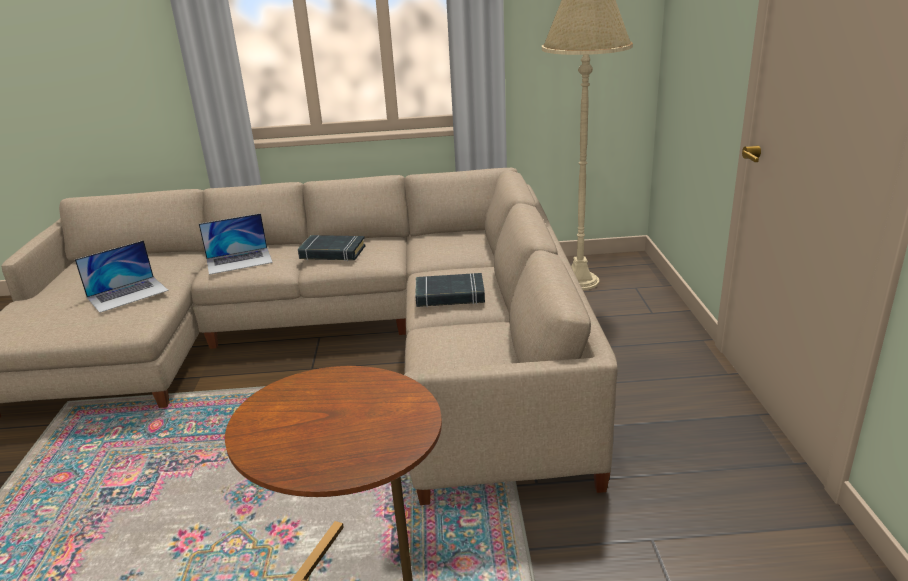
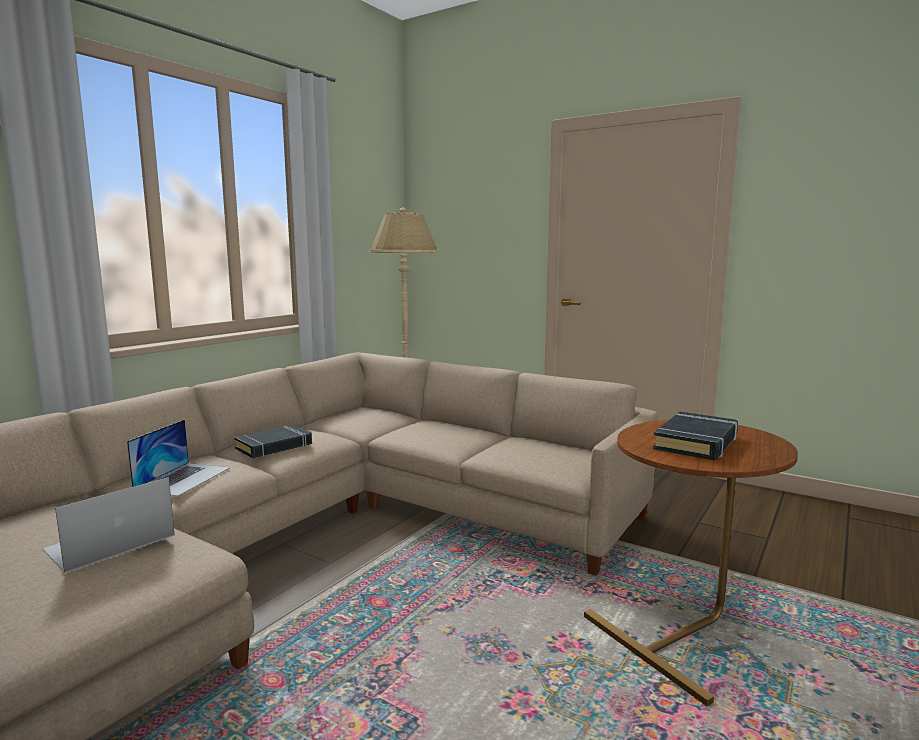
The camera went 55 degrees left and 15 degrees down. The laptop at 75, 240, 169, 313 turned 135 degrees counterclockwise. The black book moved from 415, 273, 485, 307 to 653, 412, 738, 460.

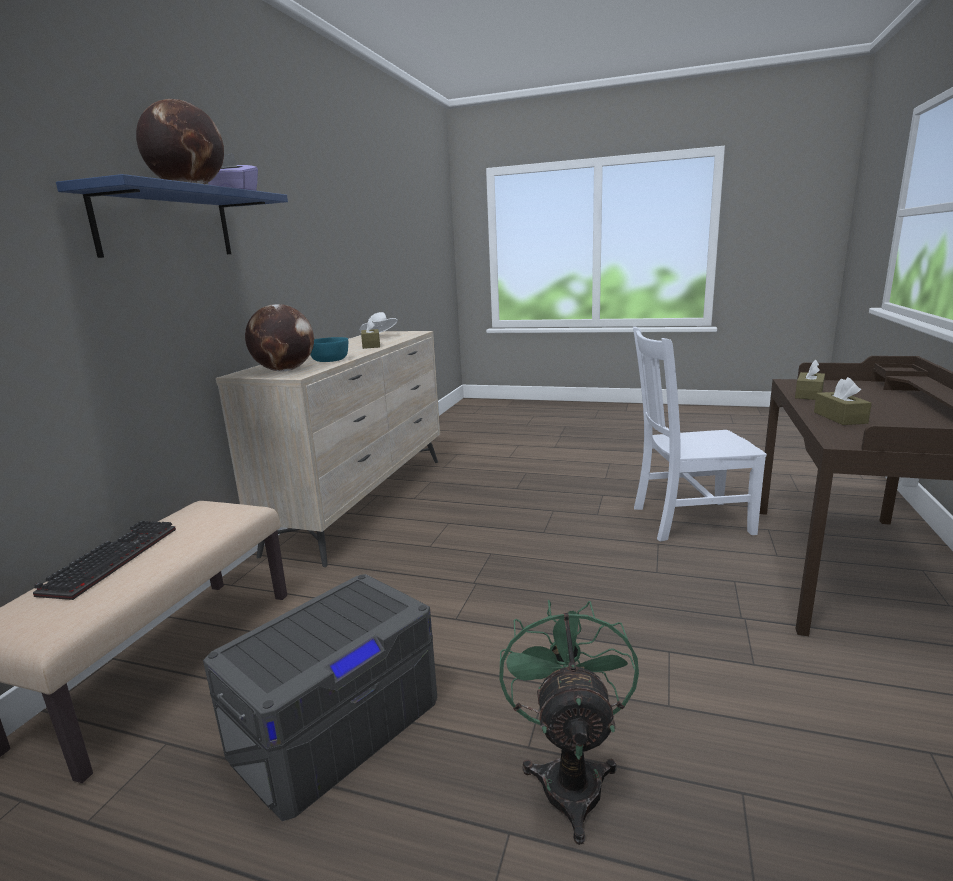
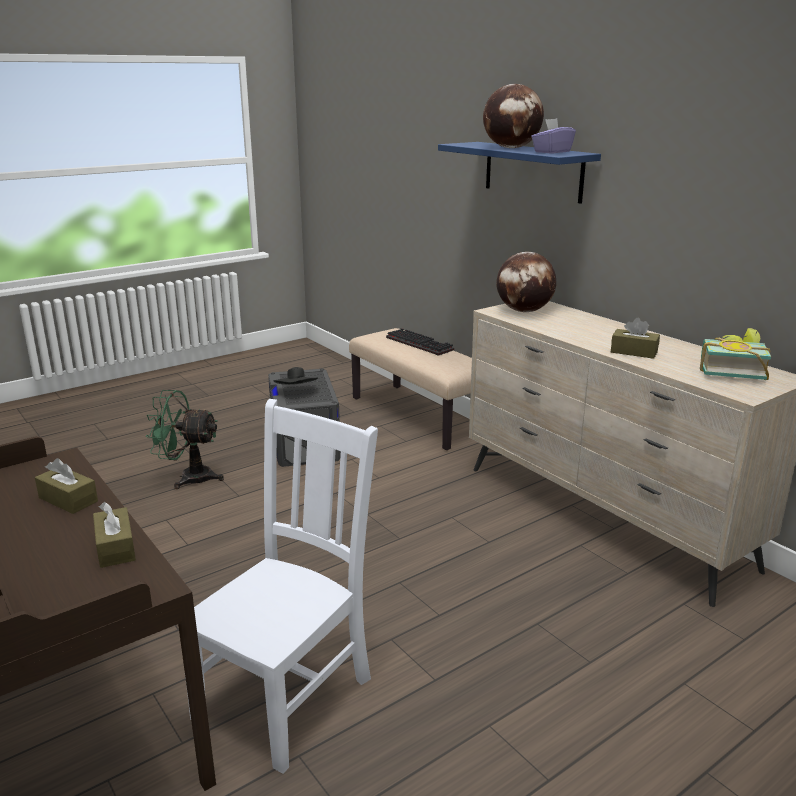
The camera went 125 degrees right and 5 degrees up. The white hat at 359, 312, 398, 333 was replaced by the book at 700, 328, 771, 380. The turquoise bowl at 310, 337, 348, 362 disappeared. The green fan at 499, 600, 639, 845 turned 150 degrees clockwise. The black hat at 273, 367, 318, 385 appeared.

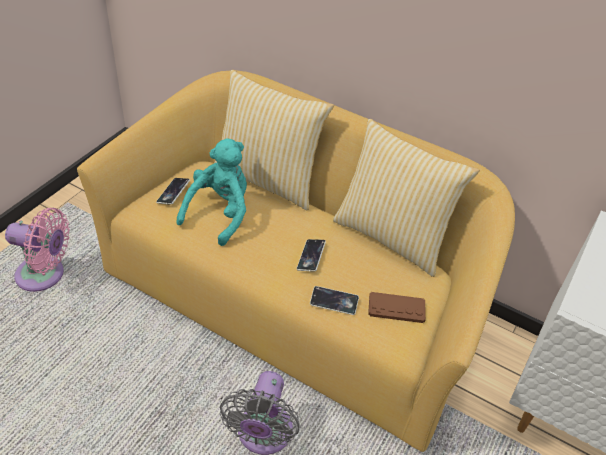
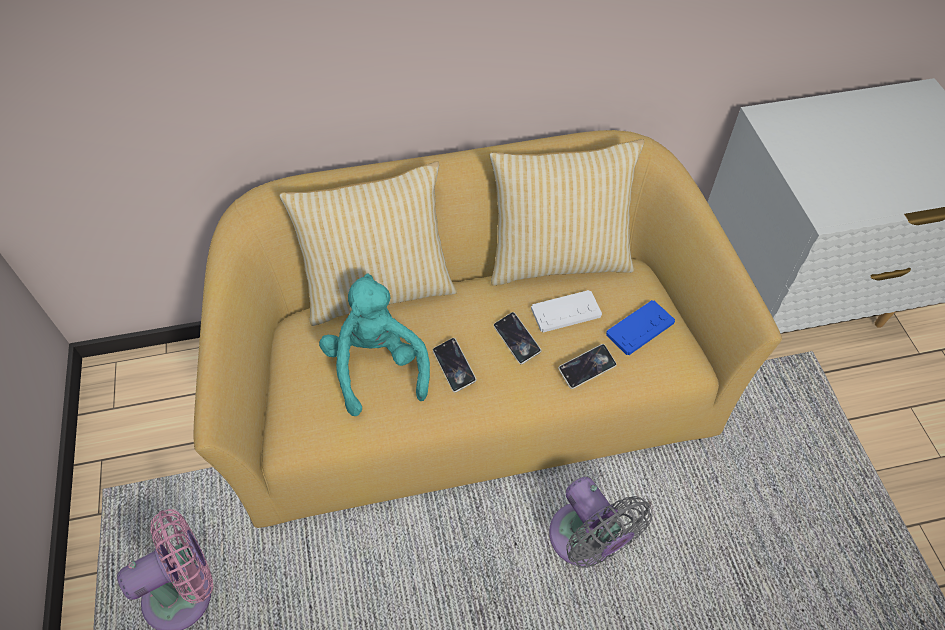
The camera went 40 degrees left and 10 degrees up. The phone moved from 156, 178, 190, 205 to 433, 338, 477, 393. The brown game controller at 368, 292, 426, 323 became the blue game controller at 606, 300, 675, 355. The white game controller at 531, 290, 602, 332 appeared.

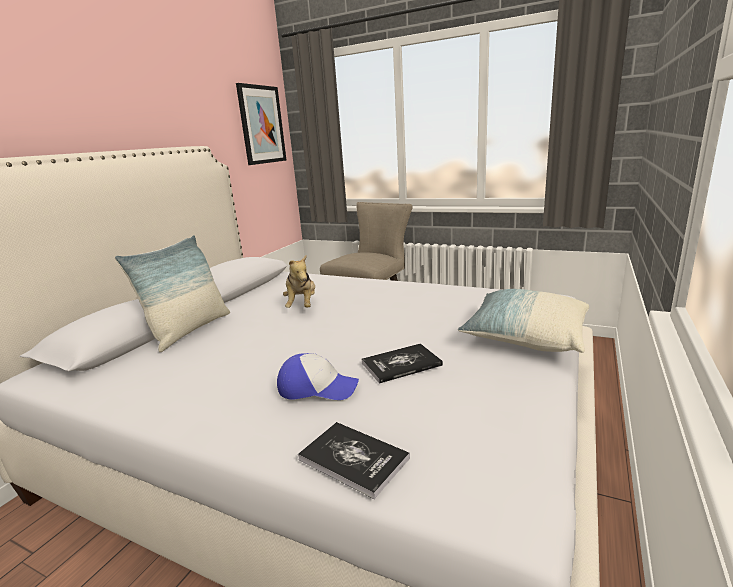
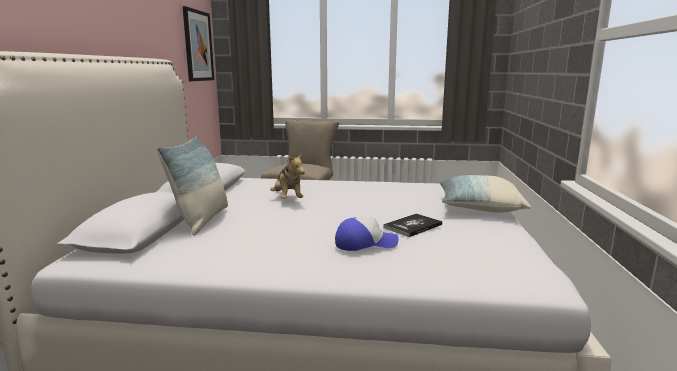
The camera went 20 degrees left and 5 degrees down. The book at 298, 422, 410, 499 disappeared.

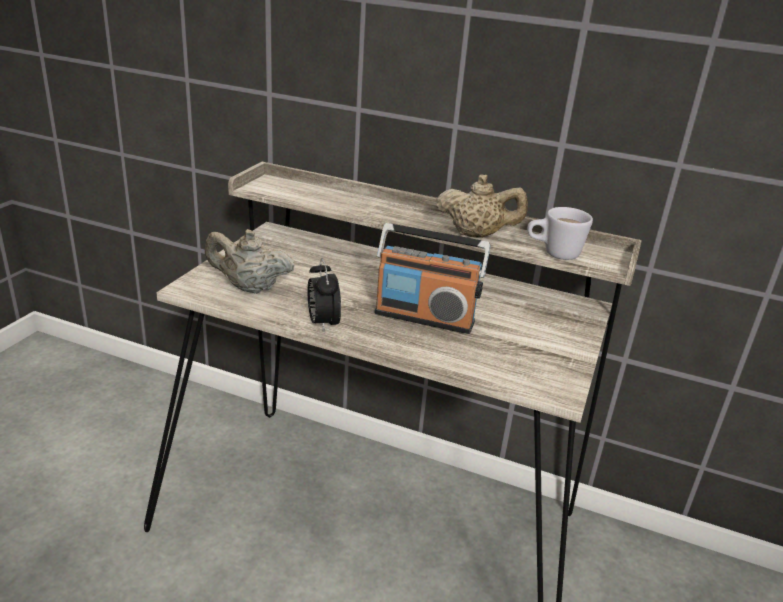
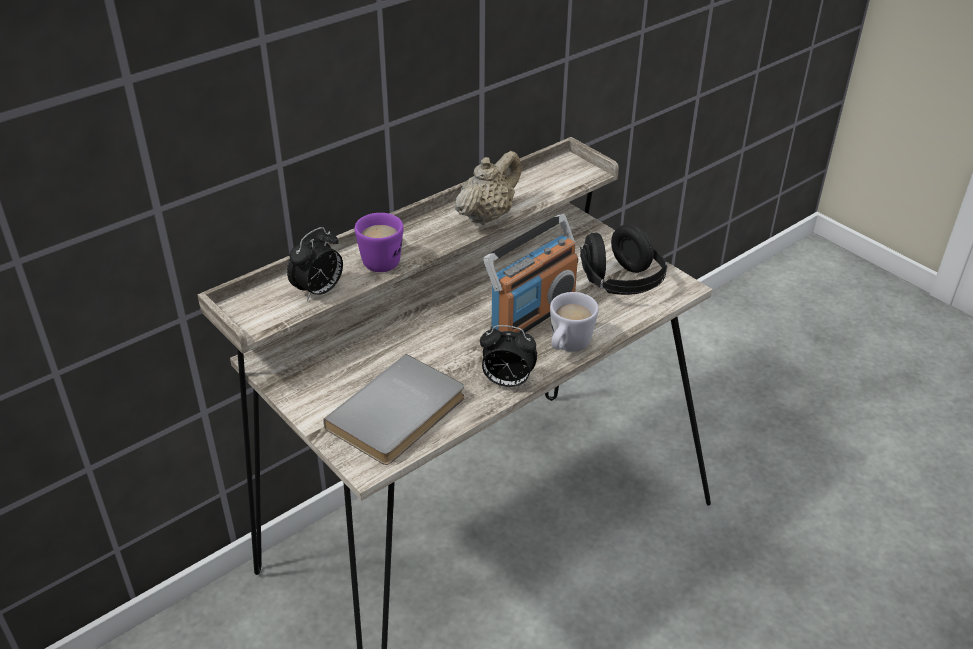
The camera went 60 degrees left and 10 degrees up. The white mug moved from 527, 207, 593, 260 to 550, 292, 599, 352. The beige teapot at 205, 229, 294, 294 was replaced by the grey book at 323, 354, 464, 465. The purple mug at 355, 213, 404, 272 appeared. The black headphones at 580, 224, 668, 295 appeared. The alarm clock at 287, 227, 343, 301 appeared.

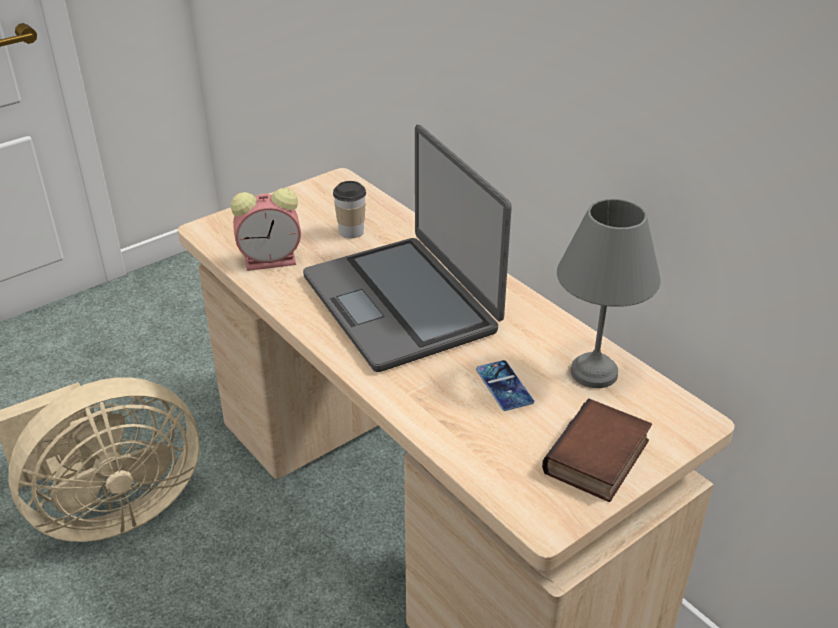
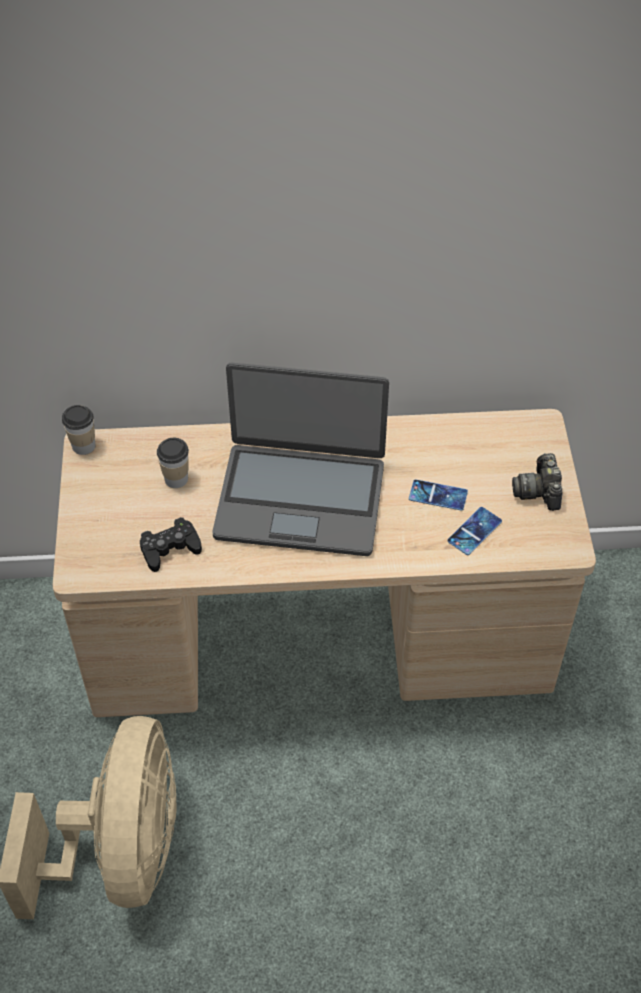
The camera went 55 degrees left and 15 degrees up. The alarm clock at 231, 188, 301, 271 was replaced by the black game controller at 140, 517, 202, 572. The grey table lamp at 557, 199, 661, 388 disappeared. The book at 542, 398, 652, 502 was replaced by the photo camera at 512, 453, 562, 511. The cup at 62, 405, 96, 455 appeared. The phone at 447, 507, 502, 555 appeared.

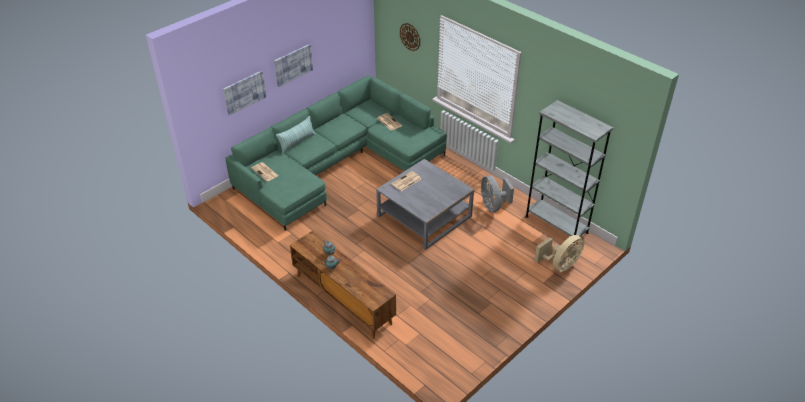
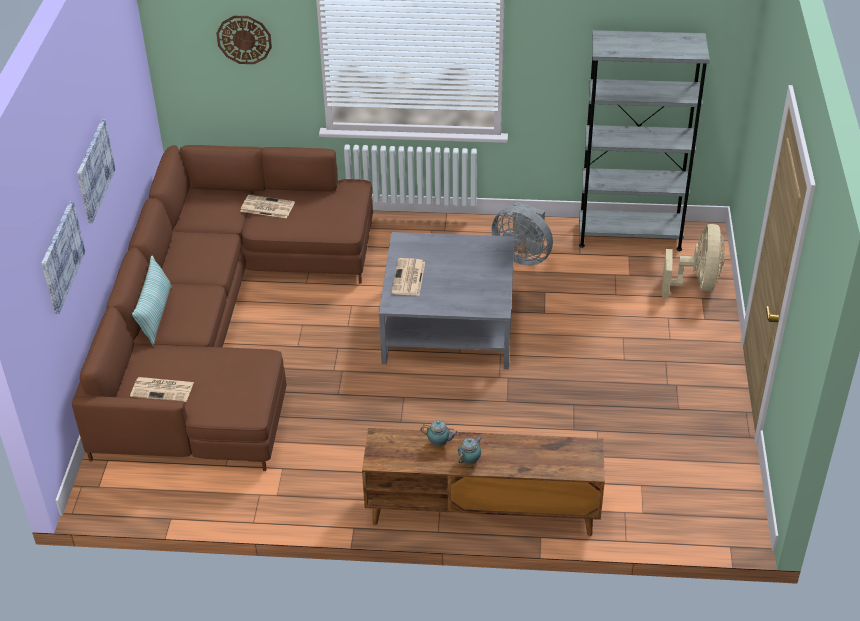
The camera went 40 degrees left and 0 degrees up. The green sofa at 225, 76, 447, 231 became the brown sofa at 72, 145, 373, 471.

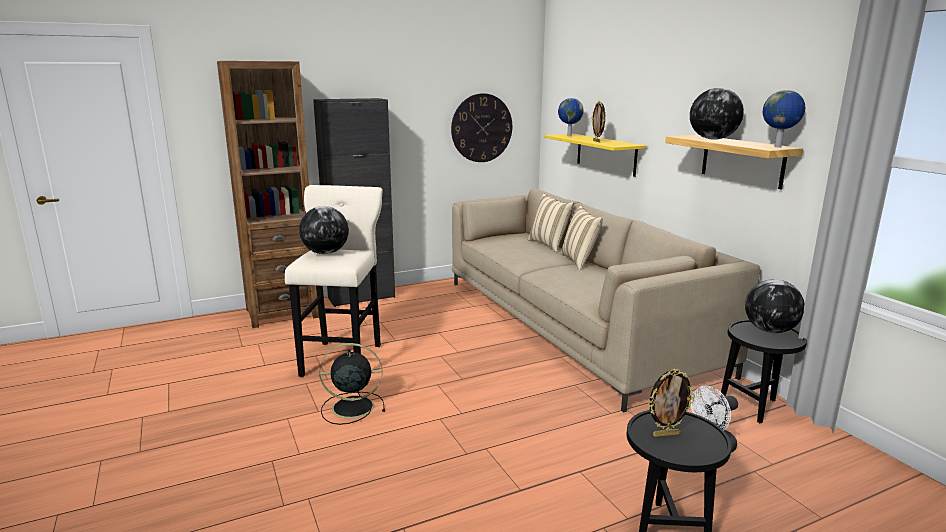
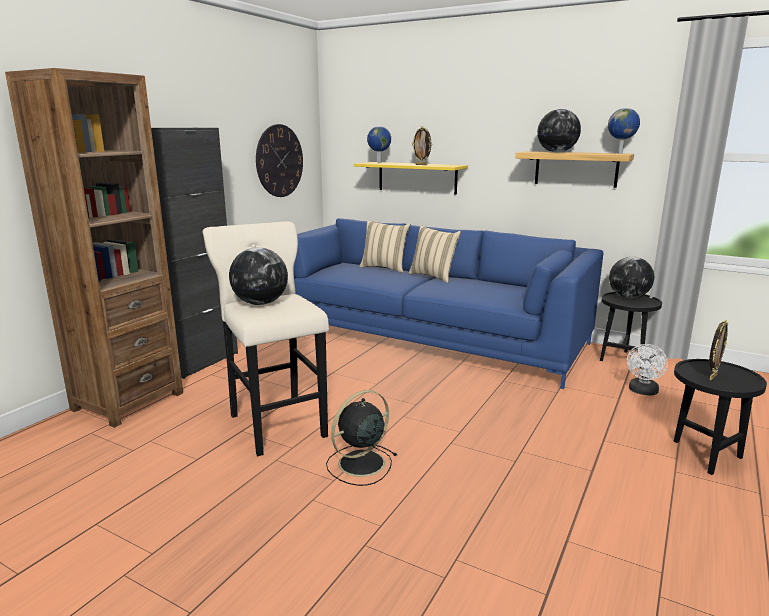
The camera went 35 degrees left and 0 degrees up. The beige sofa at 452, 188, 761, 413 became the blue sofa at 294, 218, 603, 389.

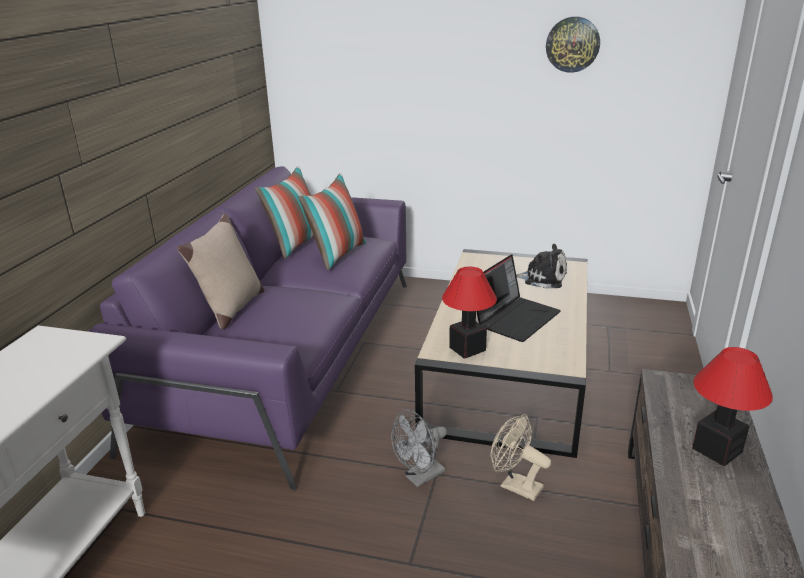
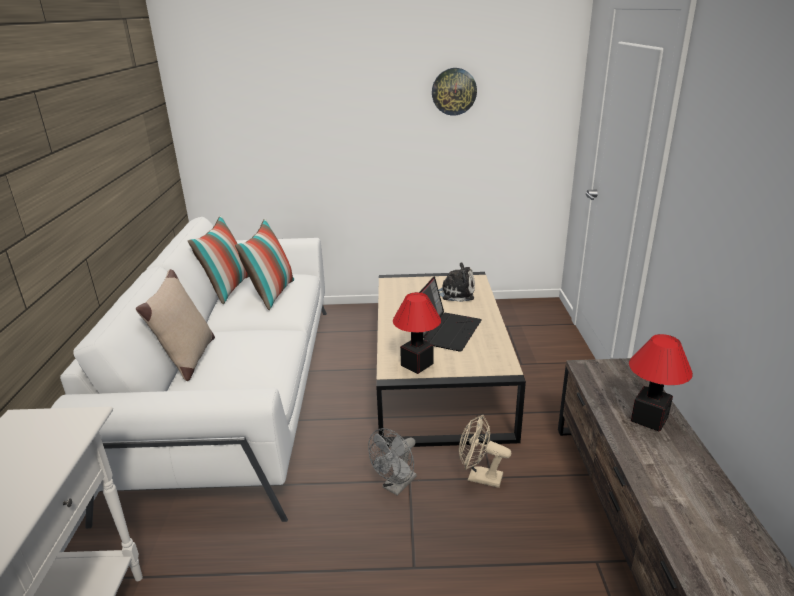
The camera went 15 degrees left and 0 degrees up. The purple sofa at 87, 166, 407, 490 became the white sofa at 51, 217, 327, 528.

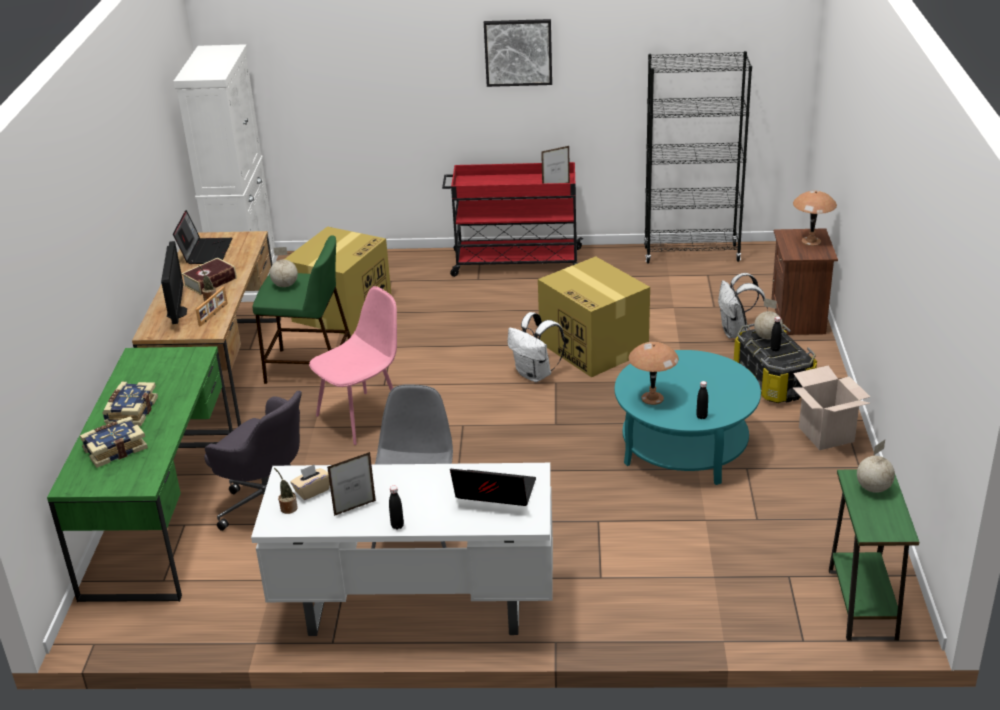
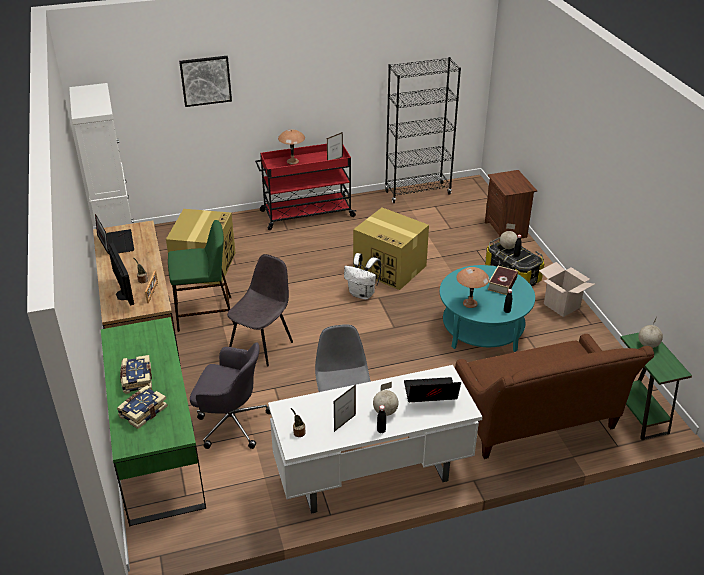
The camera went 20 degrees left and 5 degrees up. The picture moved from 484, 19, 552, 87 to 179, 56, 232, 107. The brown table lamp moved from 793, 191, 837, 246 to 278, 129, 305, 165. The globe moved from 270, 247, 298, 287 to 373, 382, 398, 416. The book moved from 181, 258, 237, 295 to 487, 266, 518, 295. The white backpack at 718, 273, 768, 338 disappeared. The pink chair at 309, 286, 397, 445 became the grey chair at 227, 254, 293, 367. The beige tissue box at 290, 464, 330, 500 disappeared. The brown sofa at 455, 334, 654, 459 appeared.

